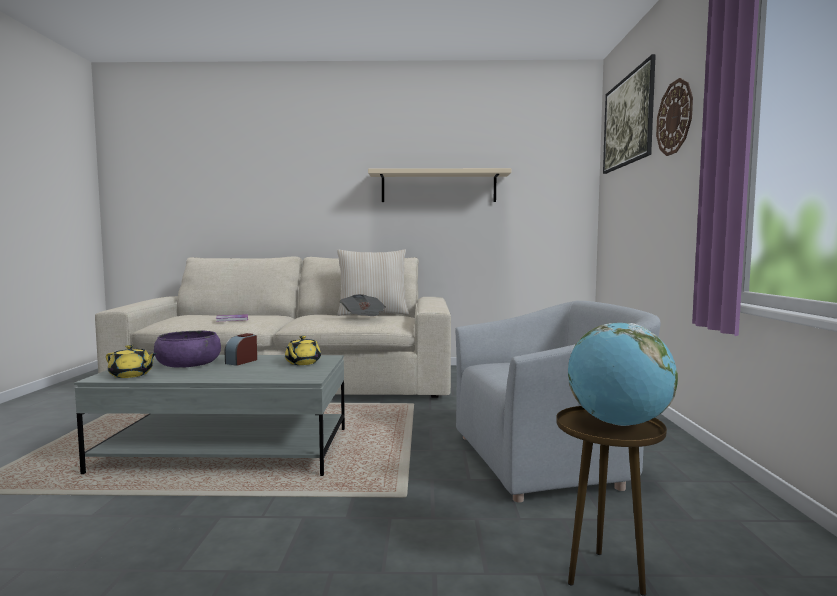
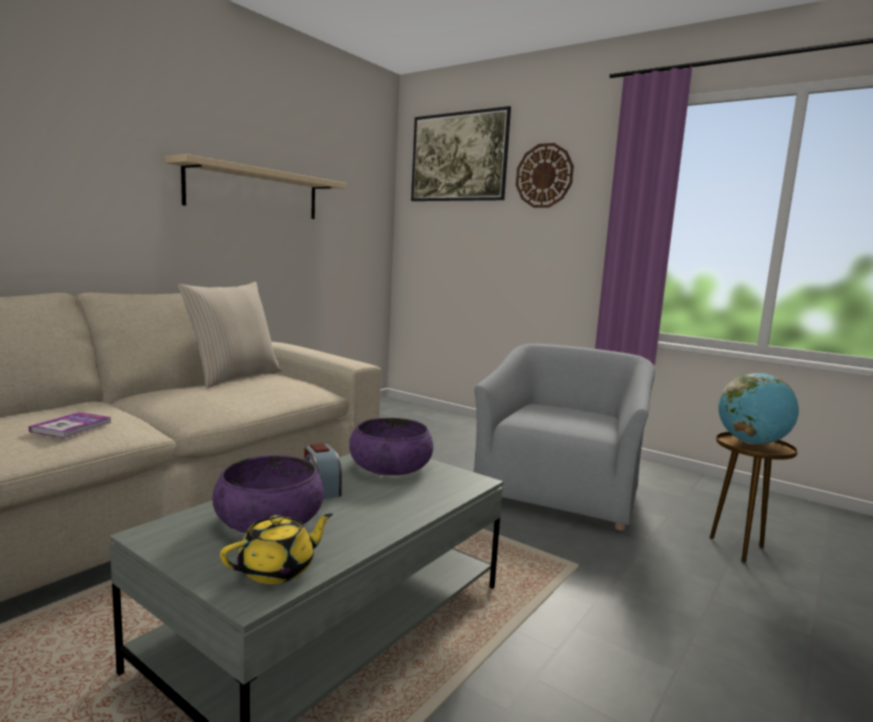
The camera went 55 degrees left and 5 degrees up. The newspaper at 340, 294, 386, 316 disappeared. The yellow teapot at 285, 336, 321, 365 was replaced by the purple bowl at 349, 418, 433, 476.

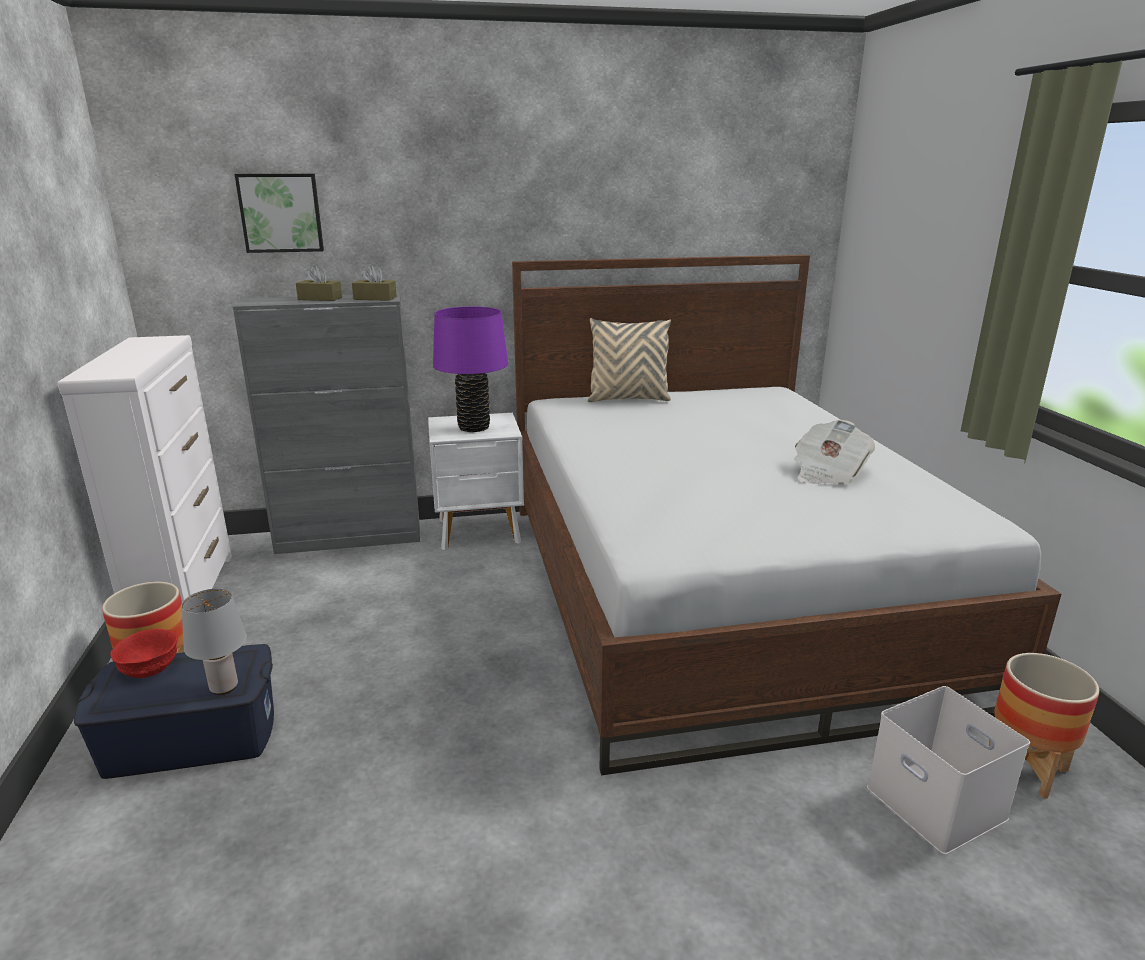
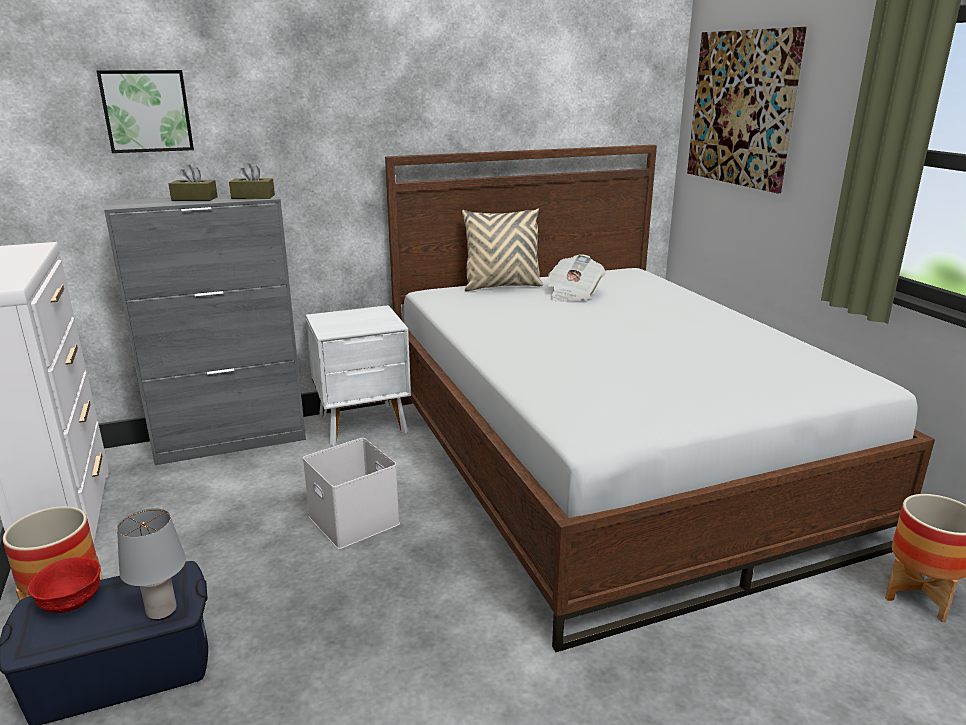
The camera went 10 degrees left and 0 degrees up. The purple table lamp at 433, 306, 508, 432 disappeared. The newspaper moved from 794, 420, 875, 484 to 548, 254, 605, 302. The white storage box moved from 867, 686, 1030, 855 to 303, 438, 400, 549. The picture at 687, 27, 807, 194 appeared.

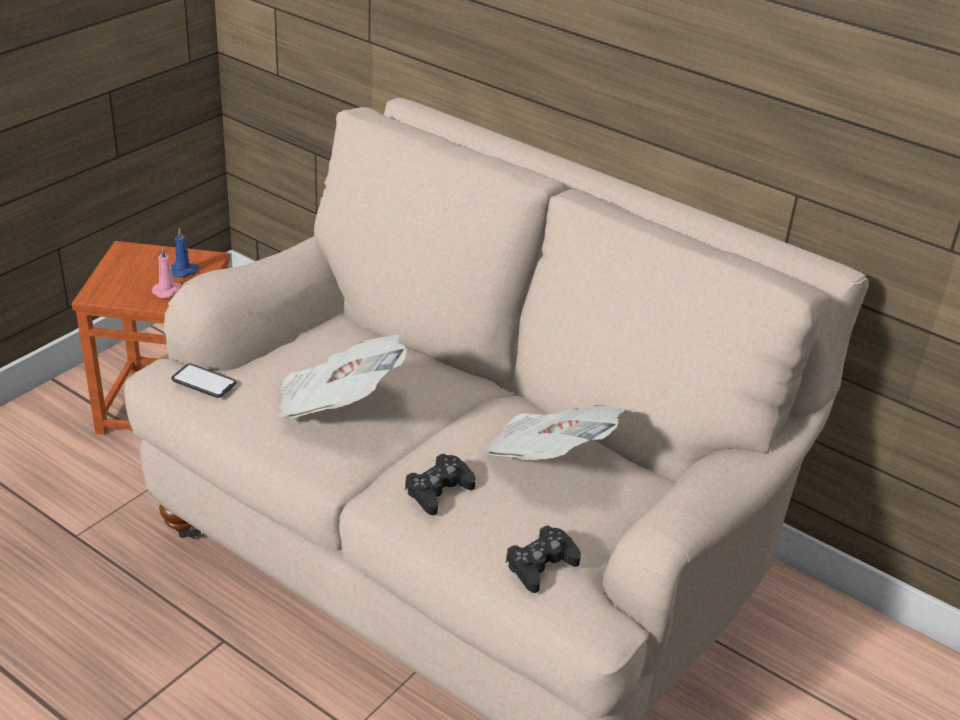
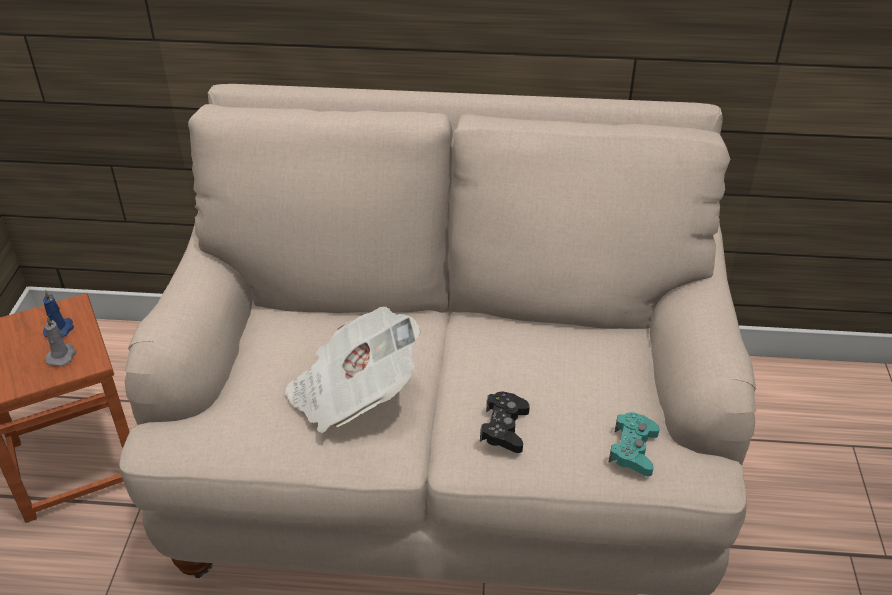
The camera went 30 degrees left and 5 degrees up. The pink candle at 152, 247, 182, 298 became the grey candle at 45, 316, 76, 367. The phone at 171, 364, 237, 398 disappeared. The newspaper at 480, 405, 625, 460 disappeared. The black game controller at 506, 526, 581, 593 became the turquoise game controller at 608, 412, 660, 476.

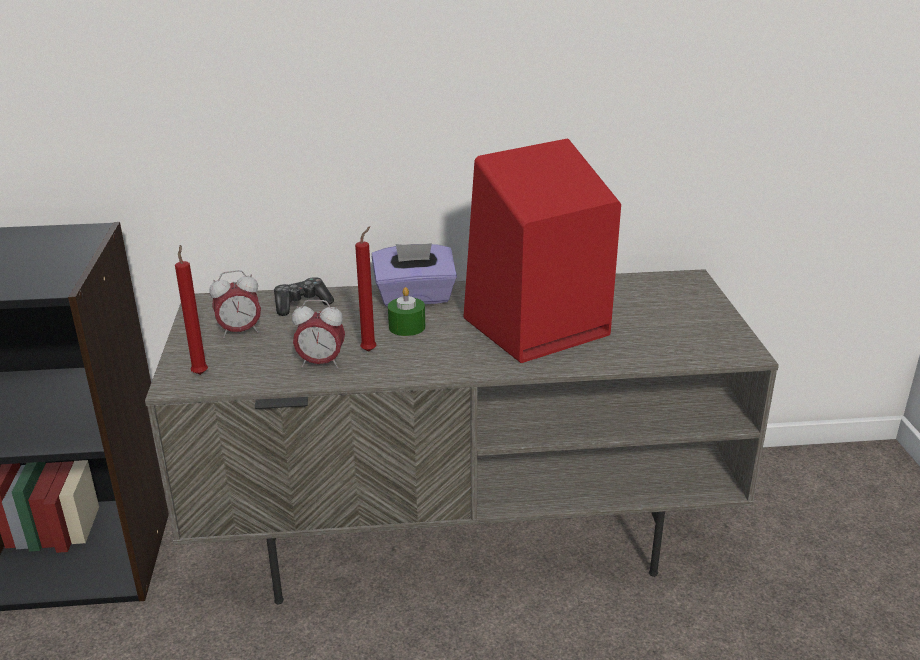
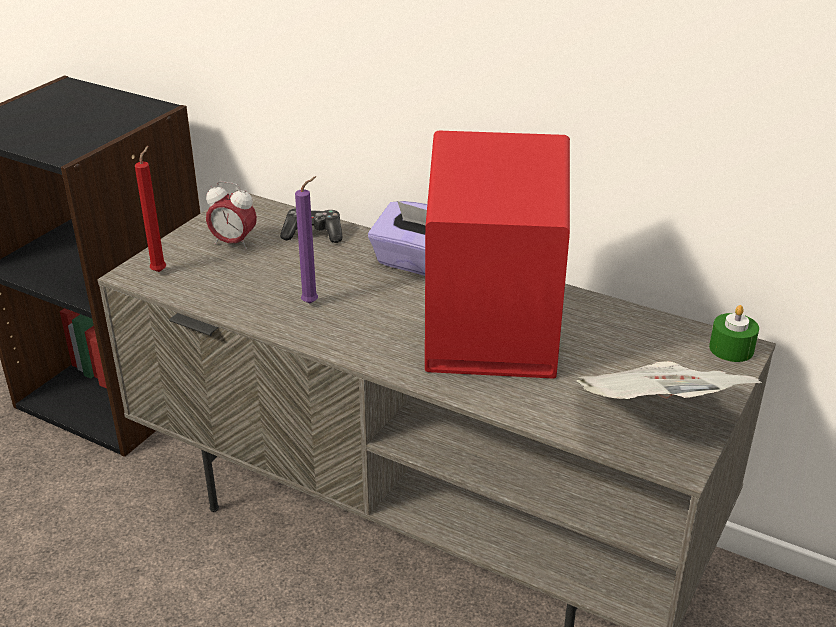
The camera went 35 degrees right and 5 degrees up. The red candle at 355, 226, 376, 352 became the purple candle at 295, 176, 318, 303. The green candle moved from 388, 287, 425, 336 to 709, 305, 759, 362. The alarm clock at 292, 300, 345, 368 disappeared. The newspaper at 577, 361, 763, 399 appeared.

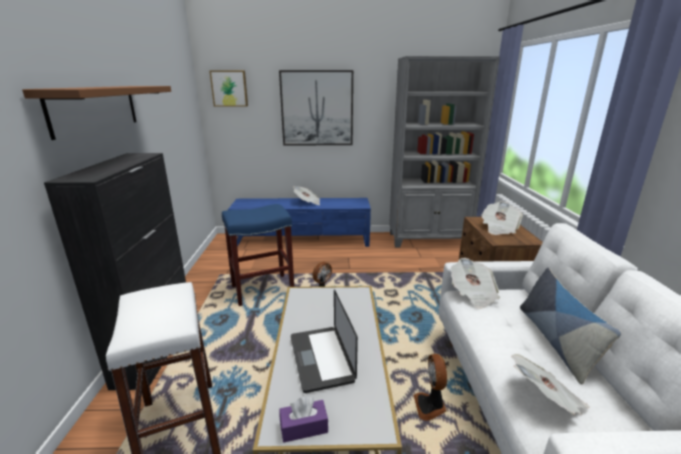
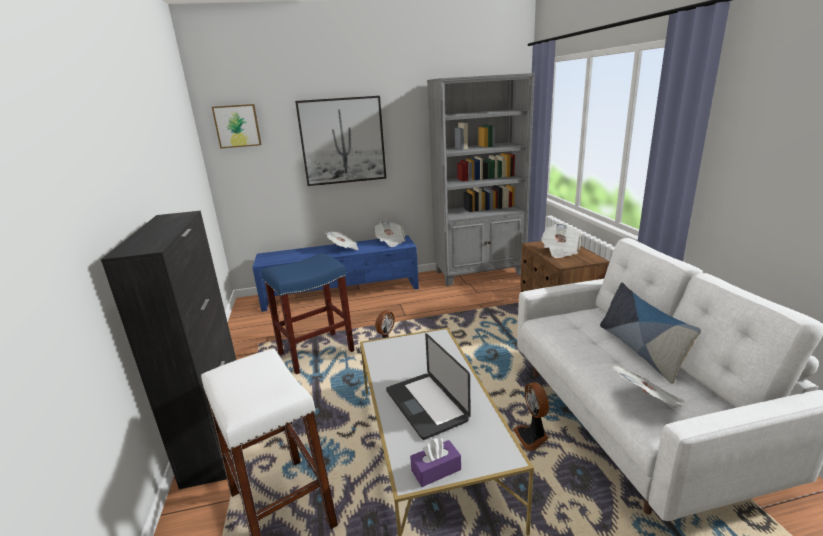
The camera went 10 degrees left and 0 degrees up. The brown shelf at 22, 86, 171, 140 disappeared. The newspaper moved from 451, 258, 500, 309 to 375, 221, 406, 247.

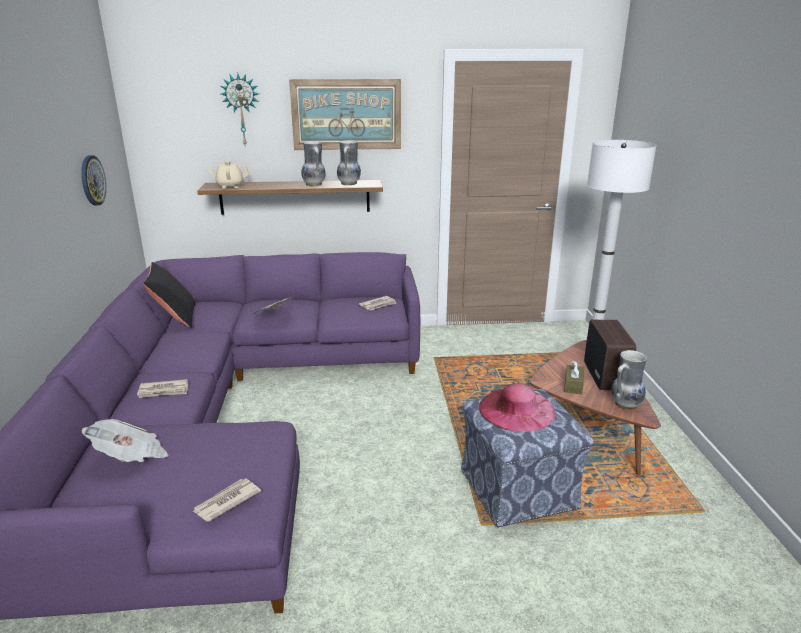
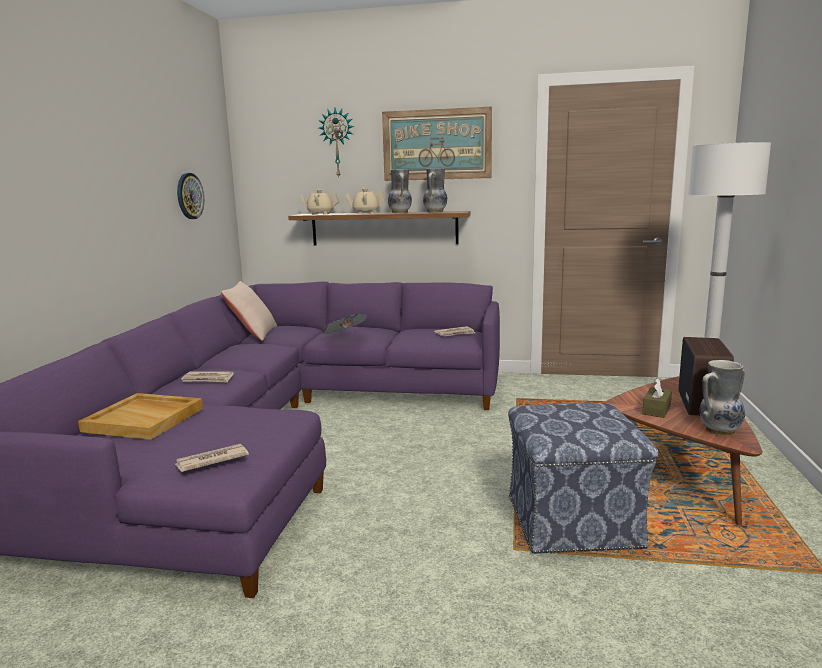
The camera went 15 degrees right and 10 degrees down. The black pillow at 143, 262, 196, 328 became the beige pillow at 221, 281, 277, 341. The pink hat at 479, 383, 555, 432 disappeared. The newspaper at 82, 419, 168, 462 was replaced by the beige tray at 78, 393, 203, 440. The beige teapot at 345, 188, 384, 214 appeared.

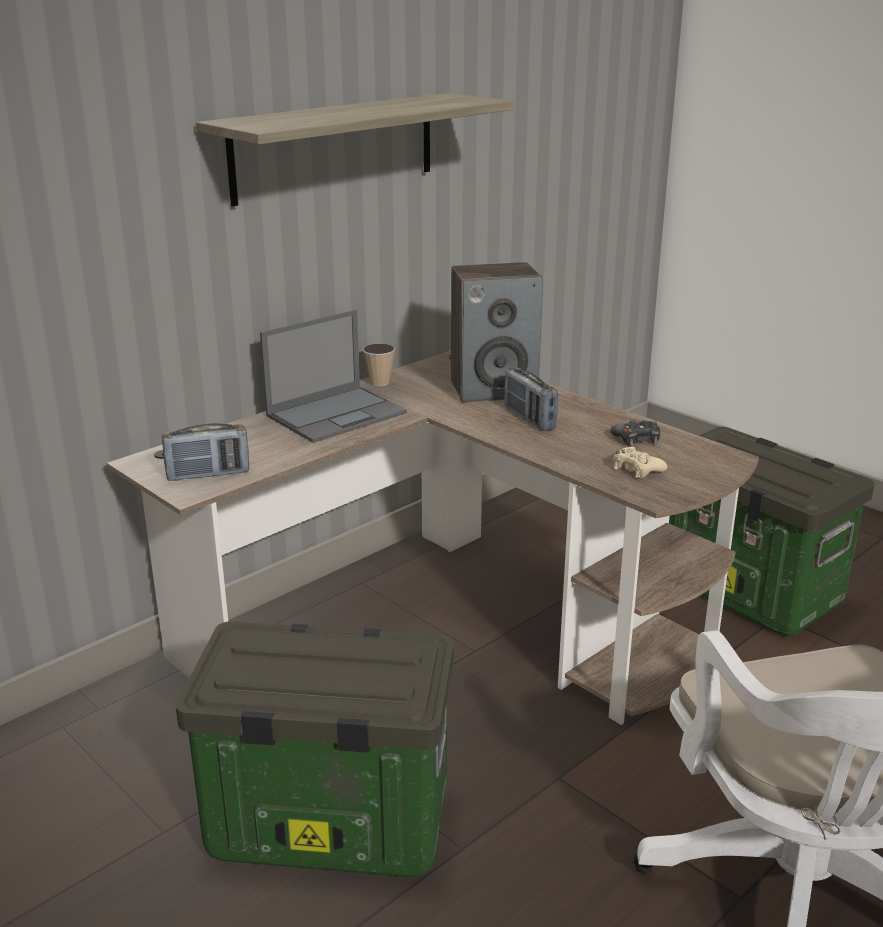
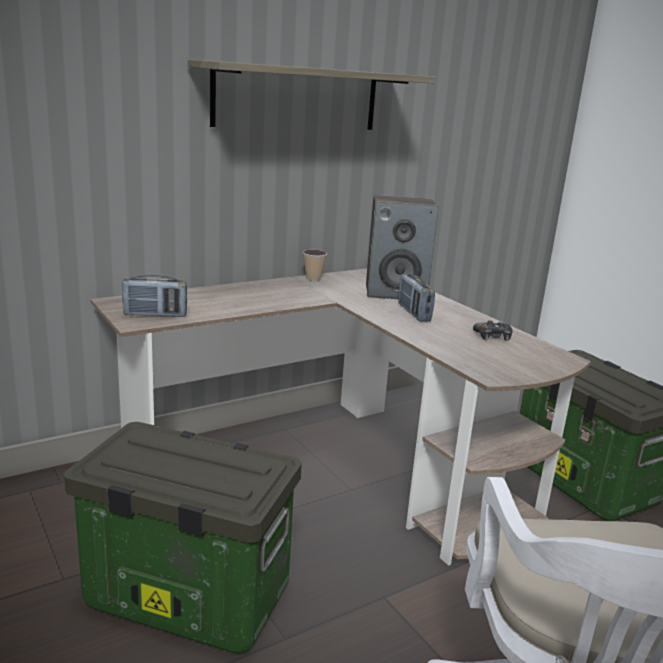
The camera went 10 degrees right and 5 degrees down. The laptop at 260, 310, 407, 443 disappeared. The beige game controller at 613, 447, 667, 479 disappeared.

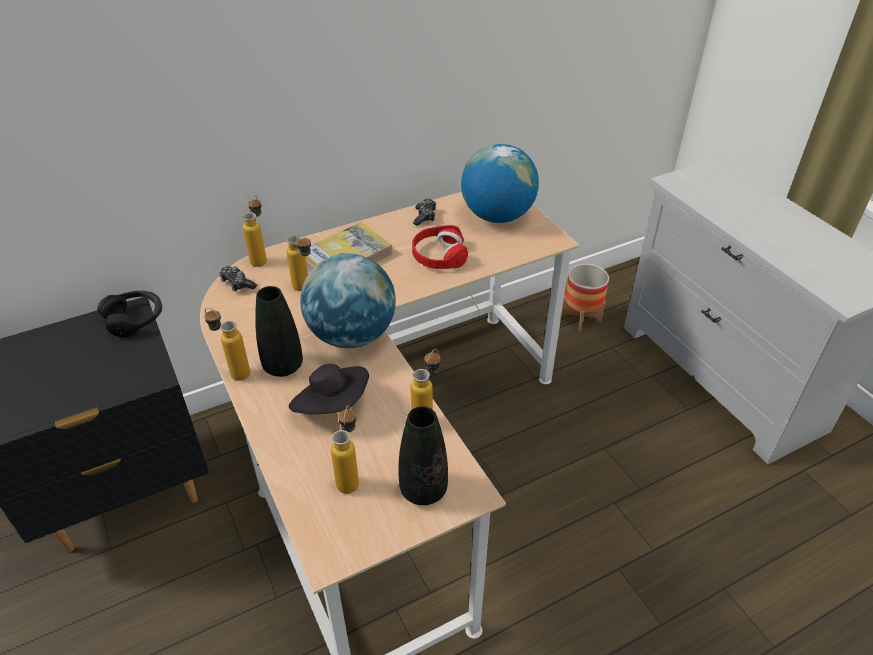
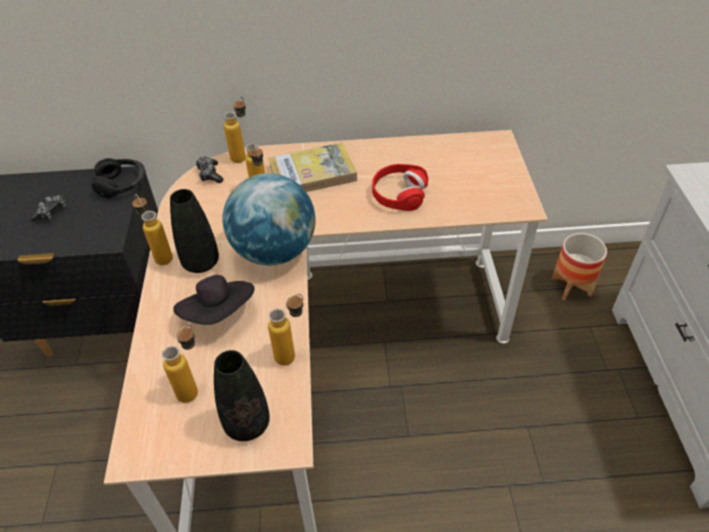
The camera went 25 degrees right and 5 degrees up. The globe at 461, 144, 539, 223 disappeared. The game controller moved from 413, 199, 436, 225 to 30, 195, 66, 221.

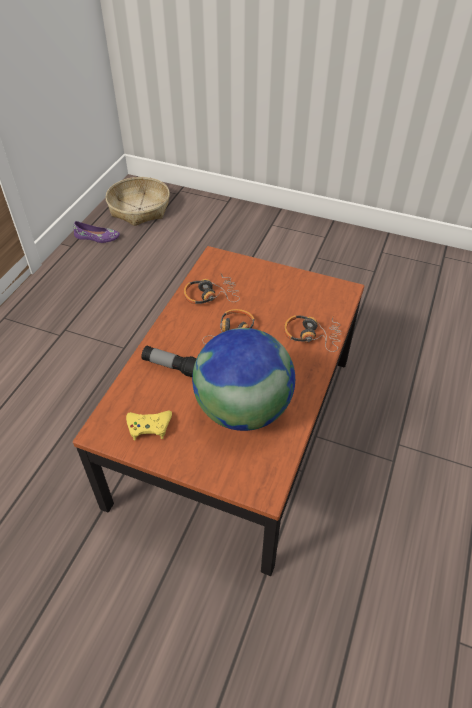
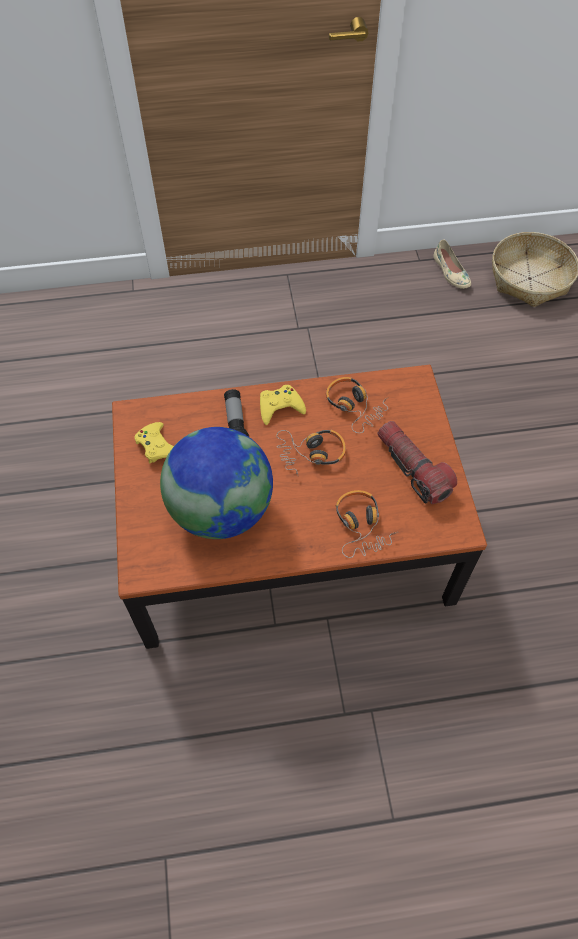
The camera went 60 degrees right and 10 degrees up. The purple shoe at 73, 221, 120, 243 became the beige shoe at 434, 239, 471, 289. The yellow game controller at 260, 385, 306, 425 appeared. The flashlight at 377, 421, 457, 504 appeared.

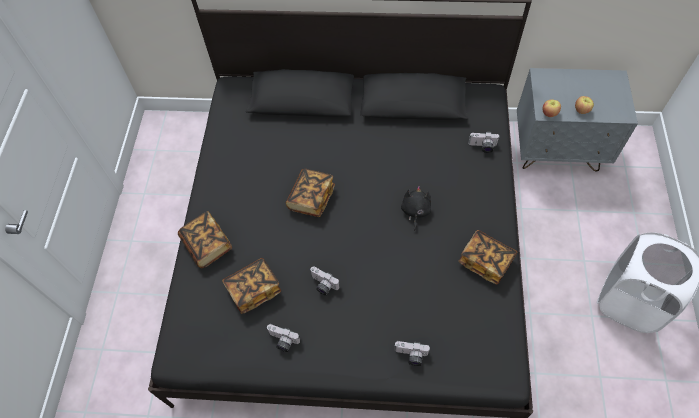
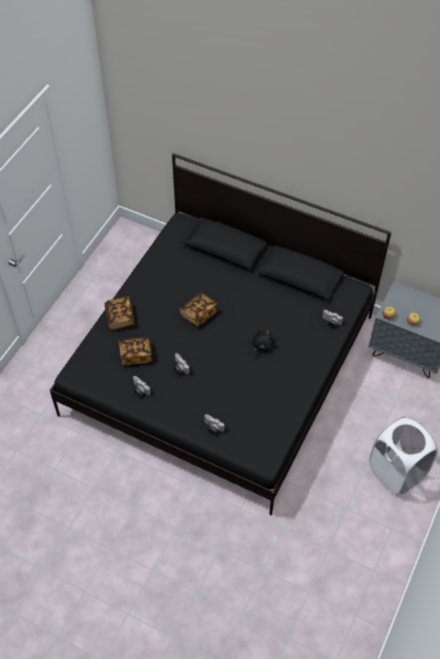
The camera went 20 degrees right and 5 degrees down. The book at 458, 230, 517, 284 disappeared.

